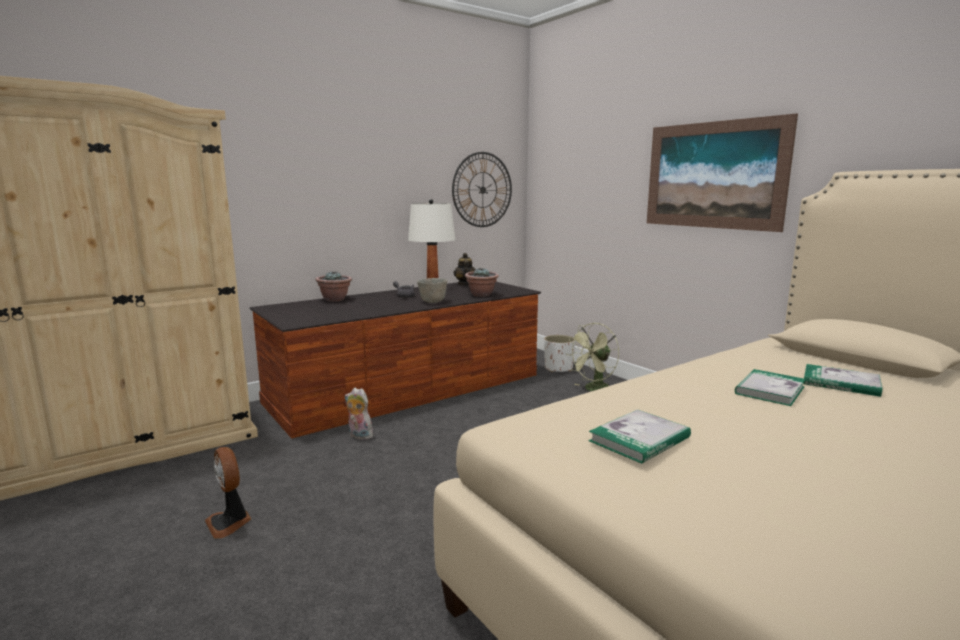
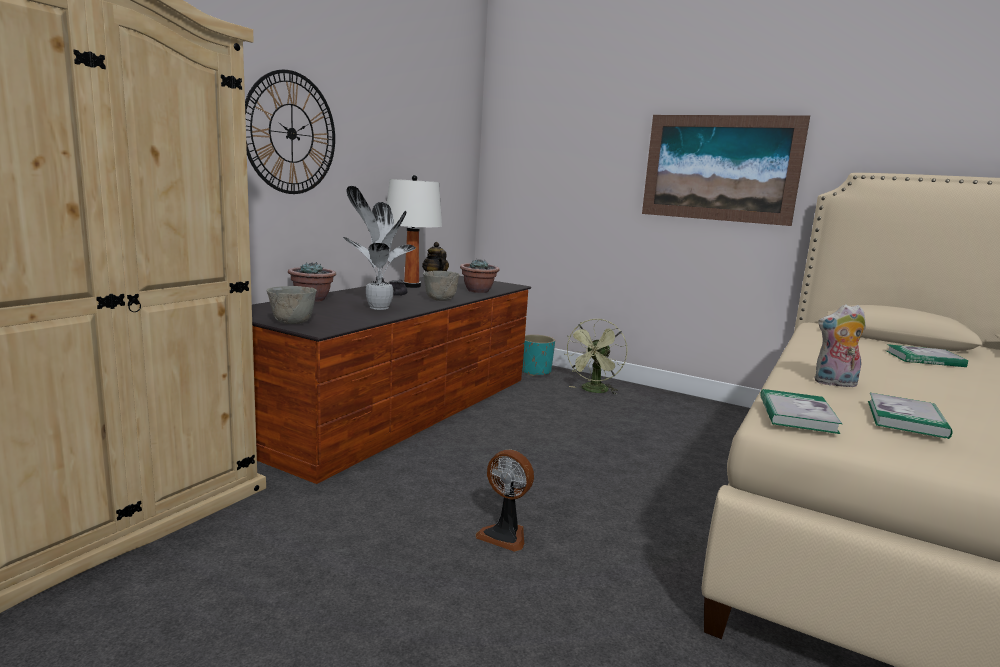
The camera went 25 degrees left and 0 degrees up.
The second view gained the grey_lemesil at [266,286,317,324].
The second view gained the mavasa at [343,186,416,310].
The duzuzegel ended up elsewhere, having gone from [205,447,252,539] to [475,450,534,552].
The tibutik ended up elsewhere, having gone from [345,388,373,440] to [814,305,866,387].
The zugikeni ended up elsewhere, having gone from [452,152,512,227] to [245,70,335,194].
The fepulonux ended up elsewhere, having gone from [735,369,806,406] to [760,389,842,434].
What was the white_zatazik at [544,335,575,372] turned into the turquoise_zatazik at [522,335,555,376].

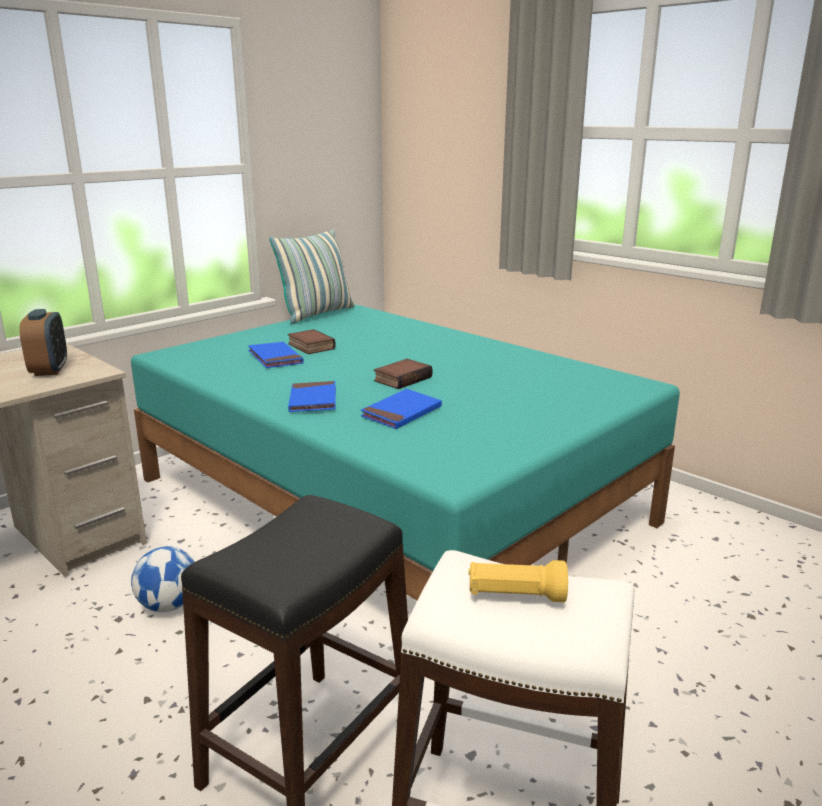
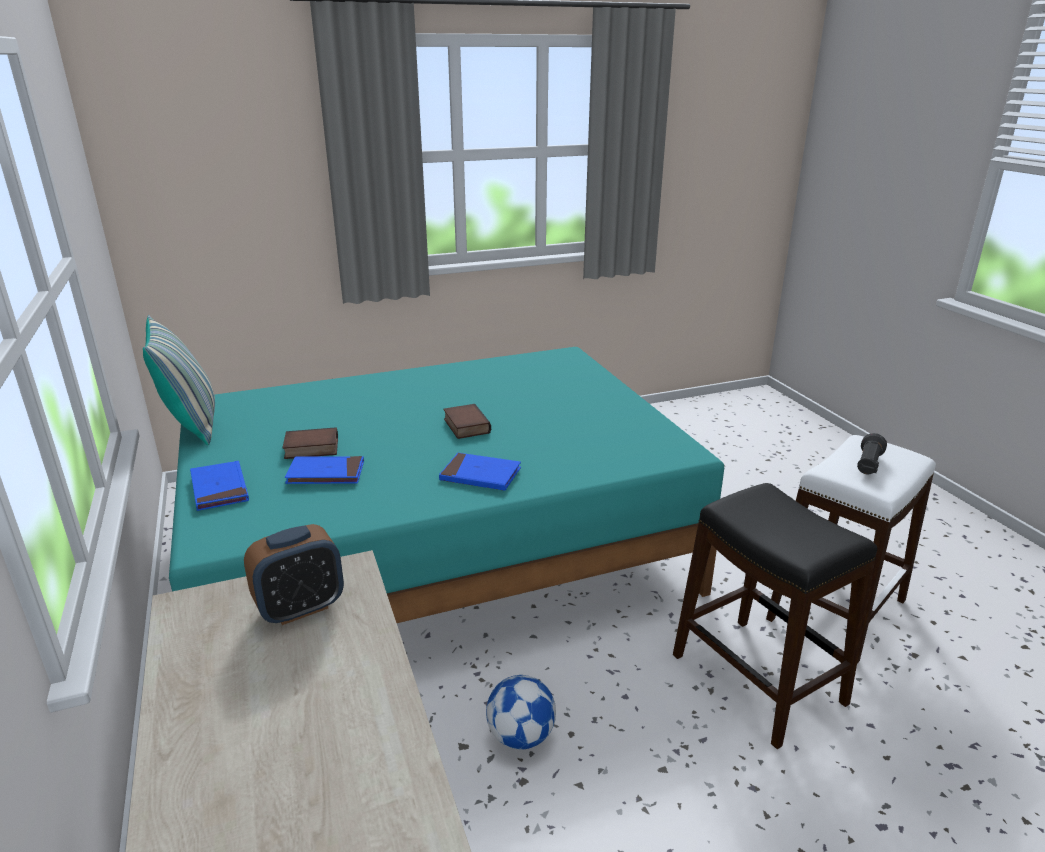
The camera went 65 degrees left and 5 degrees up.
The blue_fepulonux ended up elsewhere, having gone from [361,389,442,429] to [190,461,249,511].
What was the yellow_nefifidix at [468,560,568,602] turned into the black_nefifidix at [857,433,887,474].
The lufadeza at [19,309,67,376] ended up facing another way, 135 degrees clockwise from before.

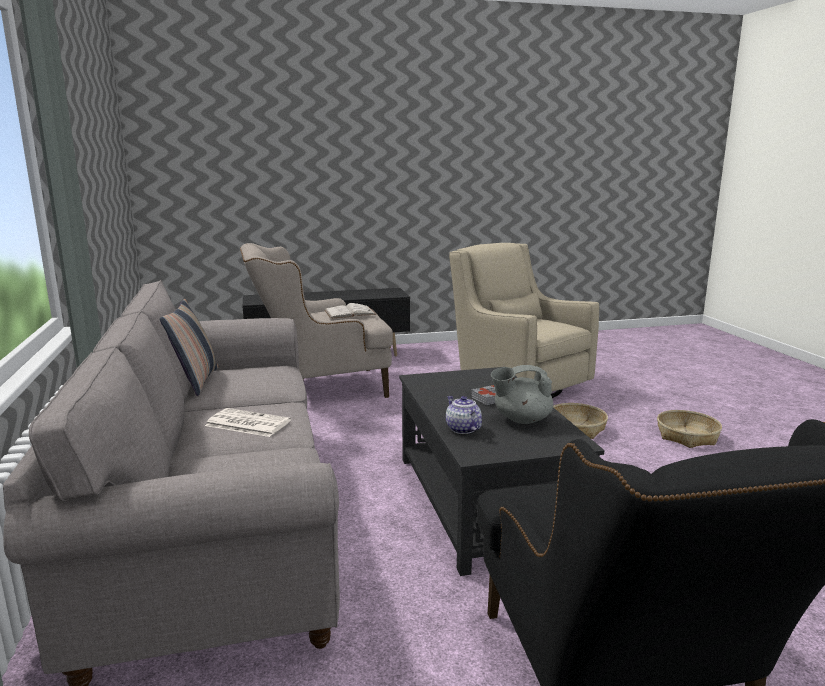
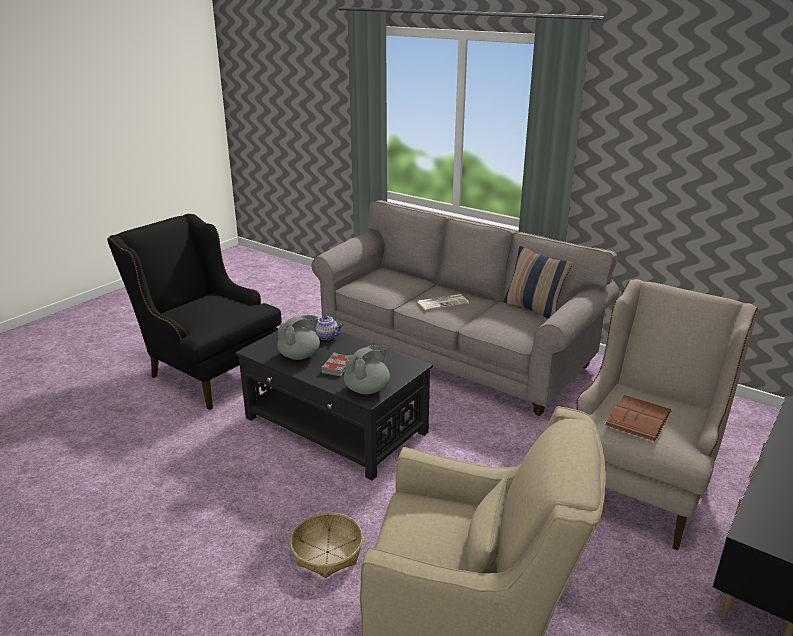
The camera went 140 degrees right and 10 degrees up.
The second view lost the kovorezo at [657,410,722,448].
The second view gained the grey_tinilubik at [344,345,390,394].
What was the white_fepulonux at [325,303,376,319] turned into the brown_fepulonux at [605,395,672,441].

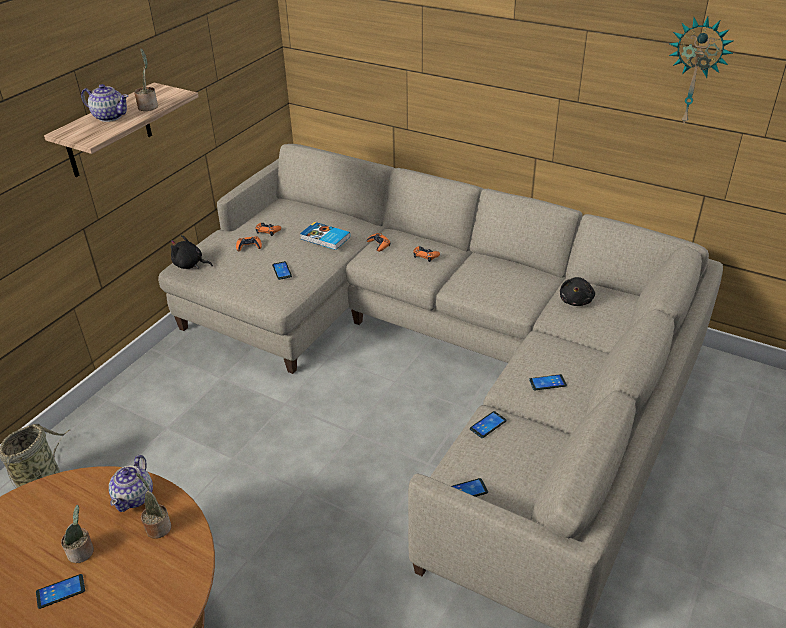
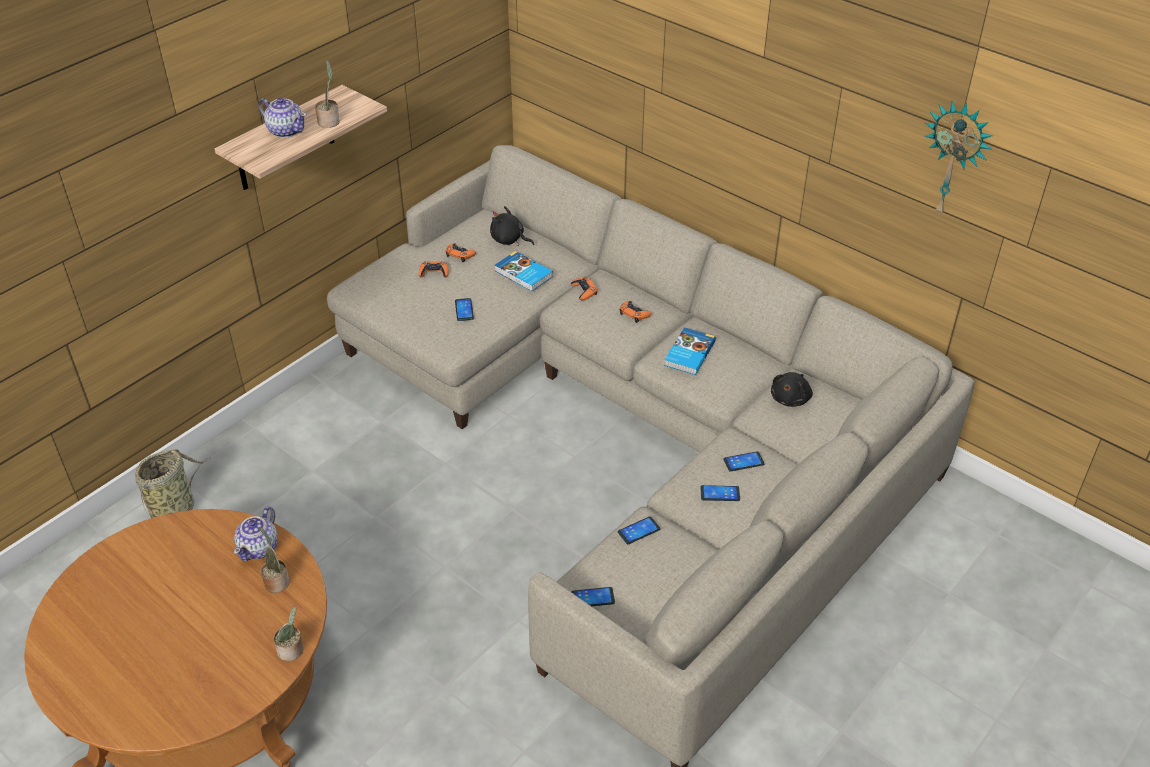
The camera went 10 degrees right and 5 degrees up.
The second view gained the fepulonux at [664,327,716,375].
The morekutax ended up elsewhere, having gone from [36,574,85,609] to [723,451,764,471].
The mavasa ended up elsewhere, having gone from [61,505,94,563] to [273,607,303,661].
The black_tibutik ended up elsewhere, having gone from [171,235,213,269] to [490,206,534,246].

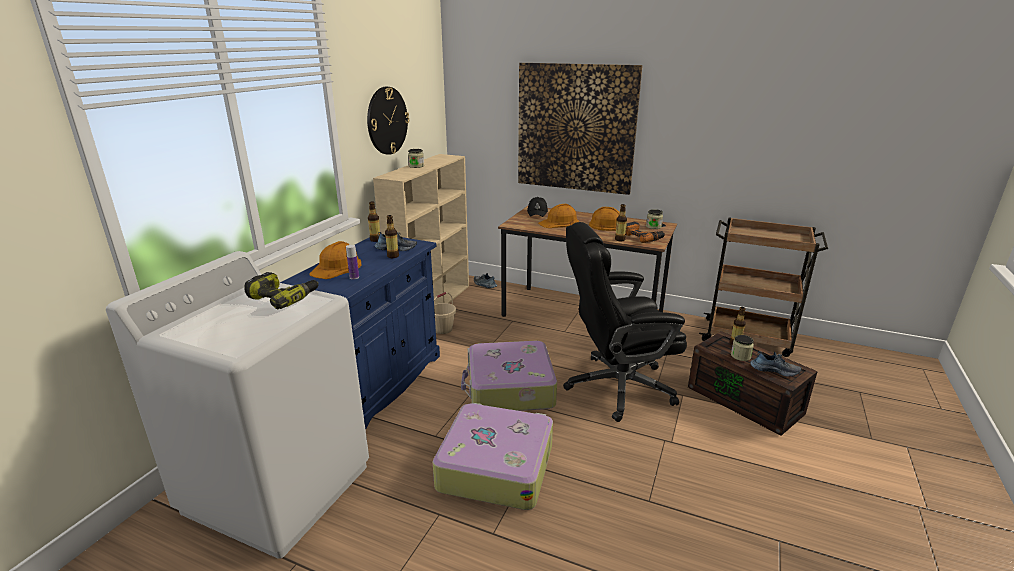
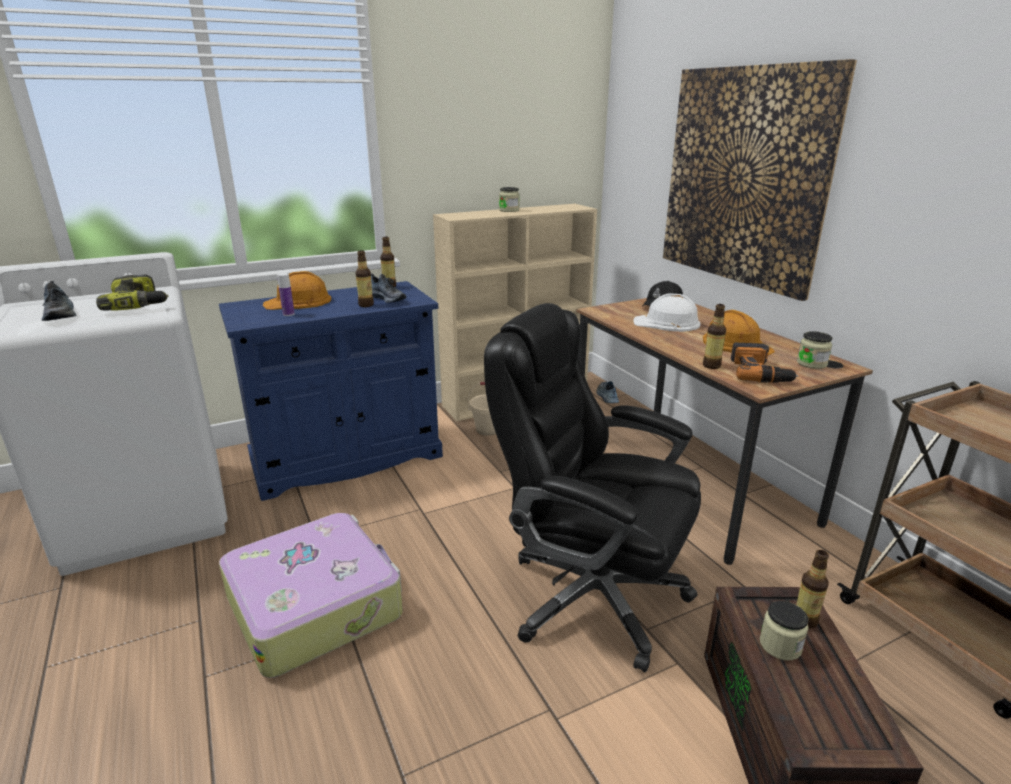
The camera went 40 degrees right and 0 degrees up.
The second view lost the zugikeni at [367,87,409,155].
The second view lost the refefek at [461,341,557,411].
The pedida ended up elsewhere, having gone from [750,351,802,377] to [42,281,77,321].
What was the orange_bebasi at [538,204,579,228] turned into the white_bebasi at [633,293,701,332].

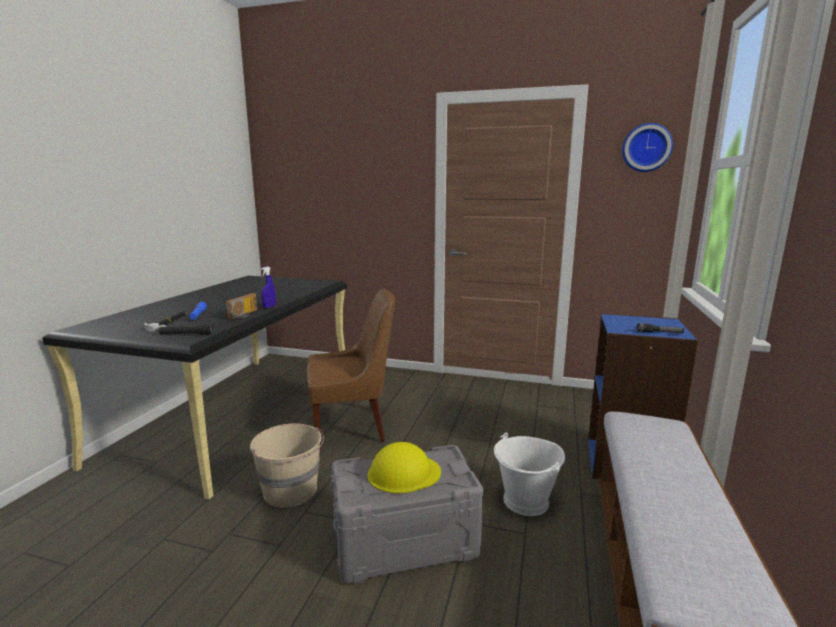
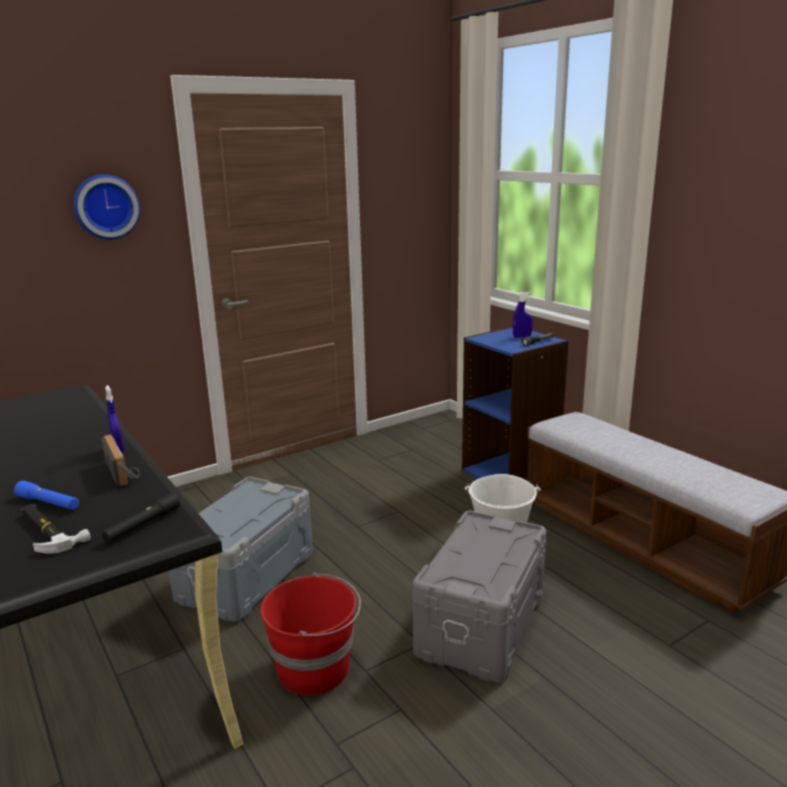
The camera went 50 degrees left and 5 degrees up.
The second view lost the yellow_bebasi at [368,442,441,493].
The second view gained the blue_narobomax at [513,292,533,338].
The zugikeni ended up elsewhere, having gone from [622,123,673,172] to [73,174,140,240].
Where the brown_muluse stood at [307,289,395,450], the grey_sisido came to stand at [169,477,313,622].
What was the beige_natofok at [250,423,324,508] turned into the red_natofok at [260,573,361,696].

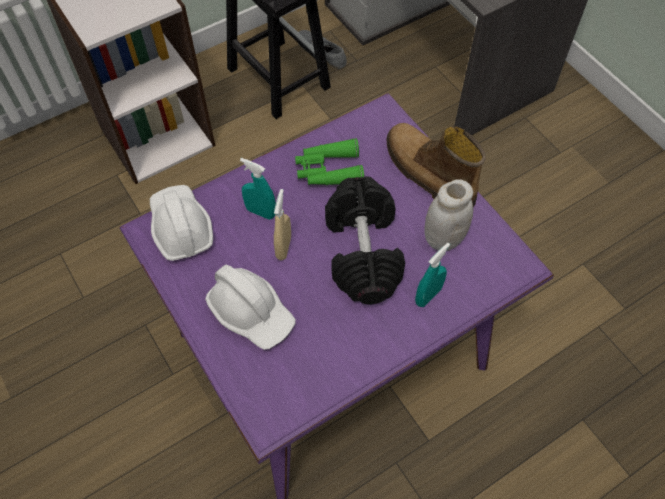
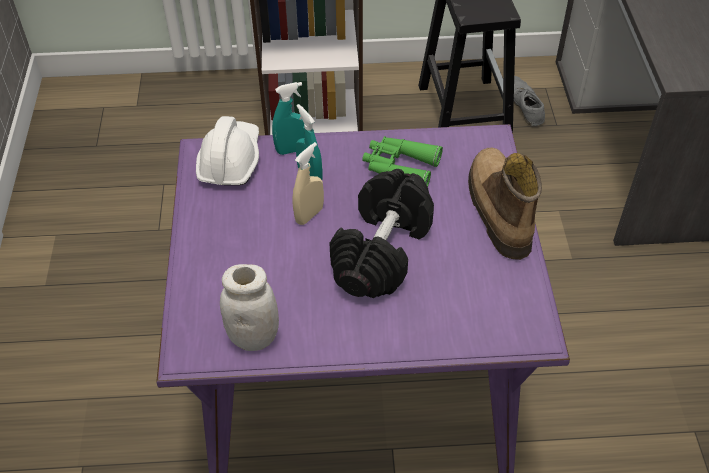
The camera went 30 degrees right and 10 degrees down.
The second view lost the white_bebasi at [205,265,296,350].
The turquoise_narobomax ended up elsewhere, having gone from [415,243,450,307] to [272,82,305,155].
The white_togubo ended up elsewhere, having gone from [424,180,473,251] to [220,264,279,351].

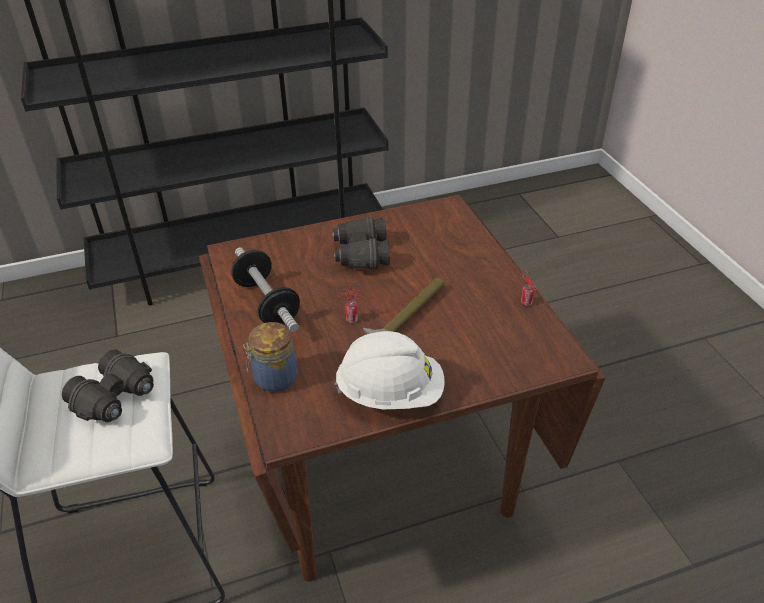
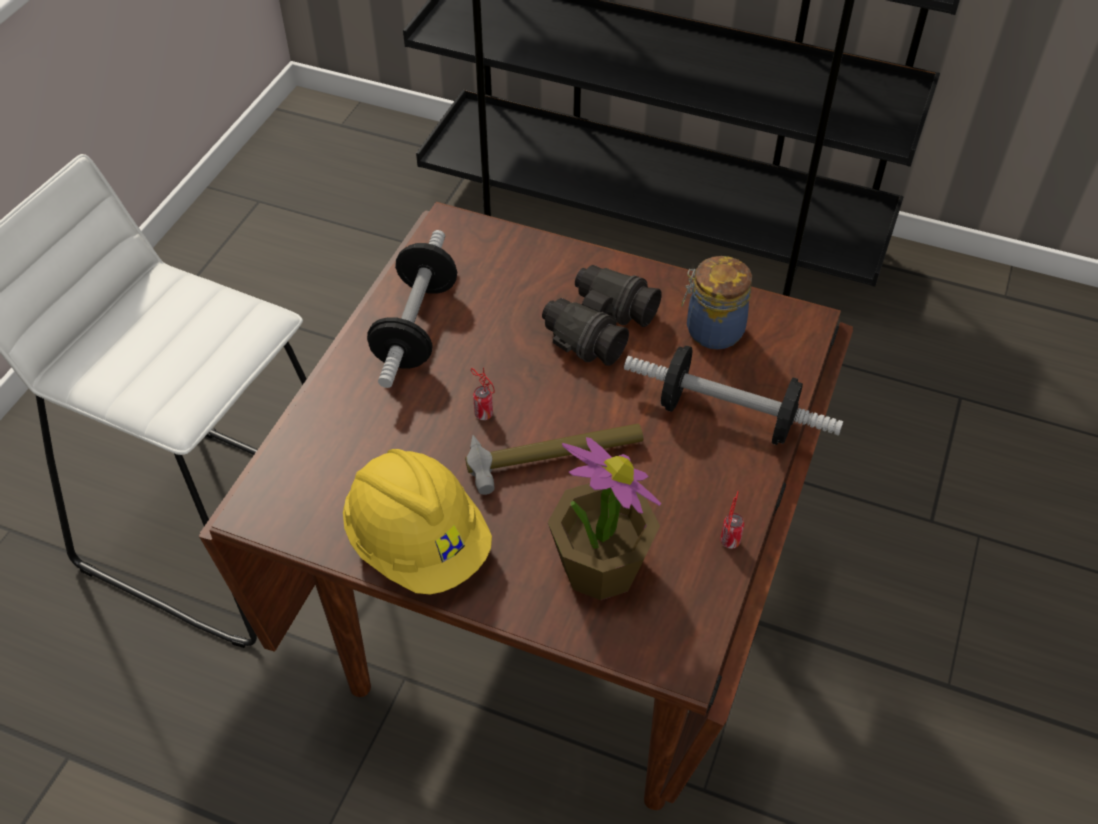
The camera went 40 degrees right and 10 degrees up.
The second view lost the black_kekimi at [62,349,154,422].
The second view gained the mavasa at [548,437,661,600].
The second view gained the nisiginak at [624,346,843,445].
The togubo ended up elsewhere, having gone from [243,322,298,392] to [681,256,752,349].
What was the white_bebasi at [334,331,445,409] turned into the yellow_bebasi at [343,449,492,594].

